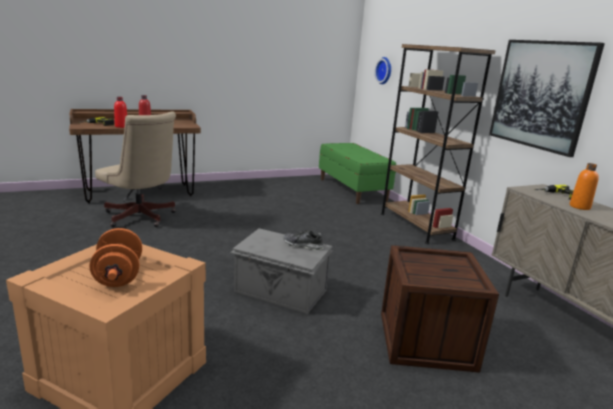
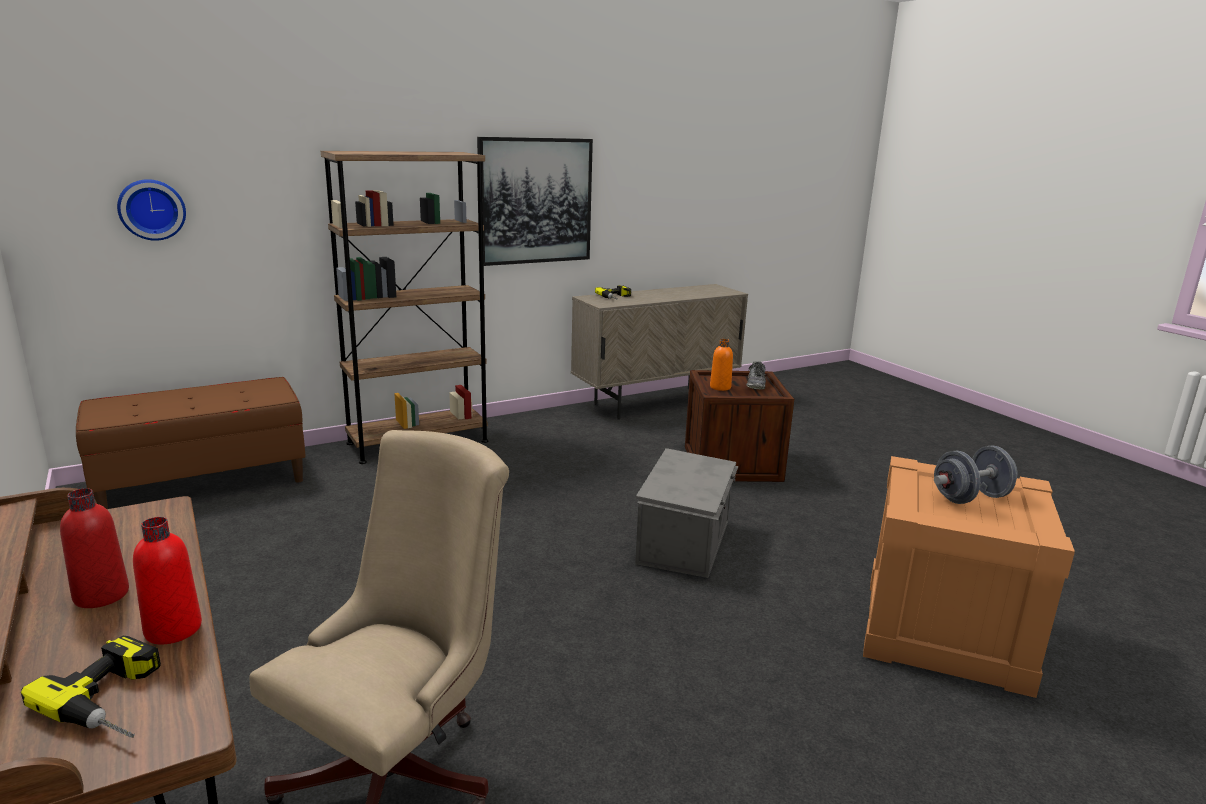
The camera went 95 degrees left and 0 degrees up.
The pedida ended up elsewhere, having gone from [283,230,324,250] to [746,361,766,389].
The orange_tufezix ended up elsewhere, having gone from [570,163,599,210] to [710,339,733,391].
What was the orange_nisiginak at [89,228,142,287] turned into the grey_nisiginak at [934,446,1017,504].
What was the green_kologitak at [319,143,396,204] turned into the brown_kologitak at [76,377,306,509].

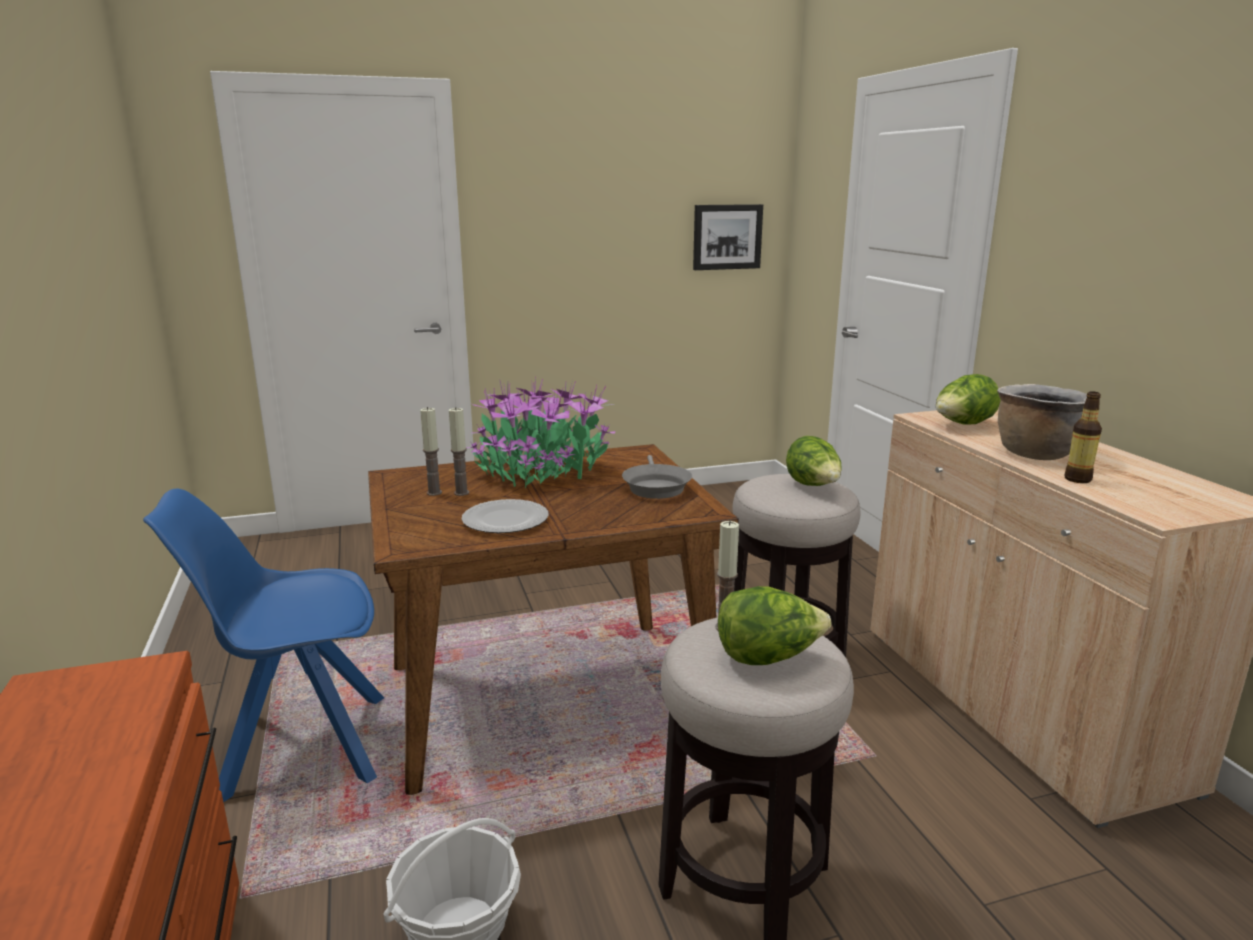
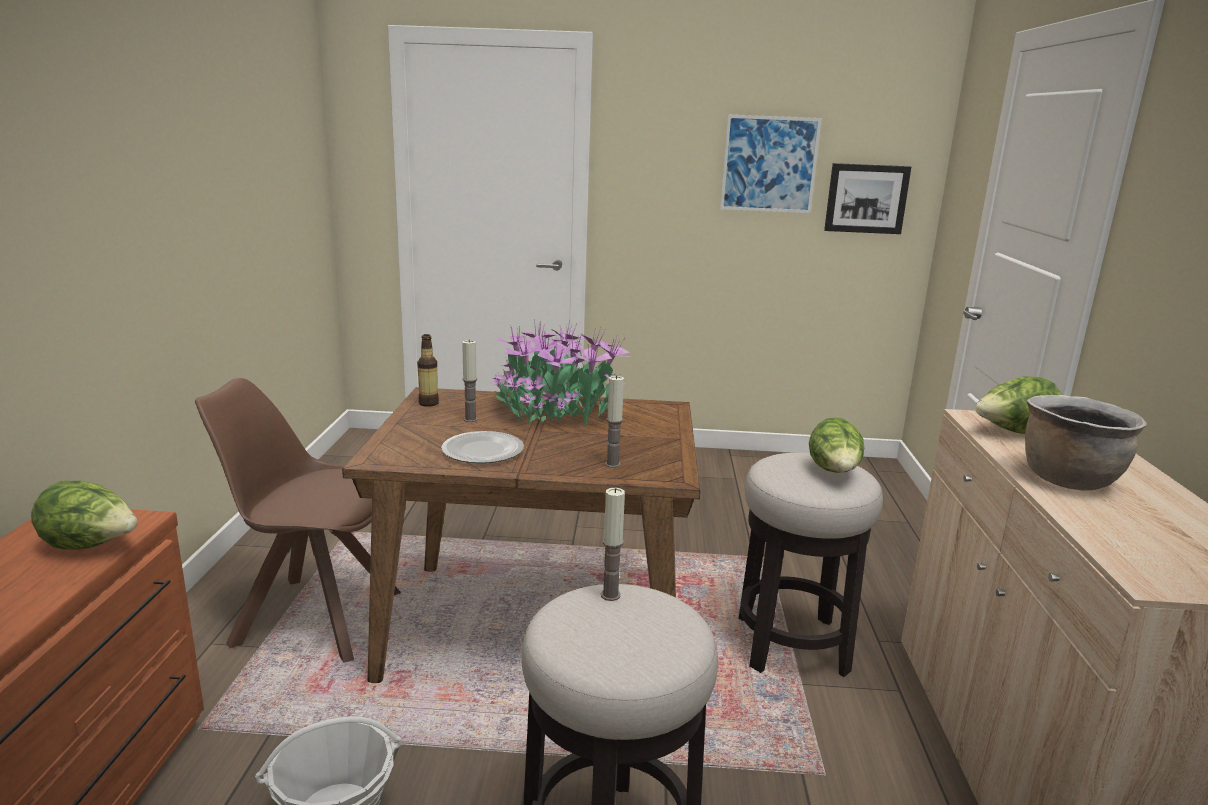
The camera went 20 degrees right and 0 degrees up.
The second view lost the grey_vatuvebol at [622,455,692,499].
The second view gained the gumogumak at [720,115,822,213].
The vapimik ended up elsewhere, having gone from [420,407,442,496] to [605,375,624,468].
The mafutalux ended up elsewhere, having gone from [718,586,831,665] to [31,481,138,550].
The tufezix ended up elsewhere, having gone from [1065,391,1102,483] to [417,334,439,407].
What was the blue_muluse at [143,489,384,802] turned into the brown_muluse at [195,378,401,663].

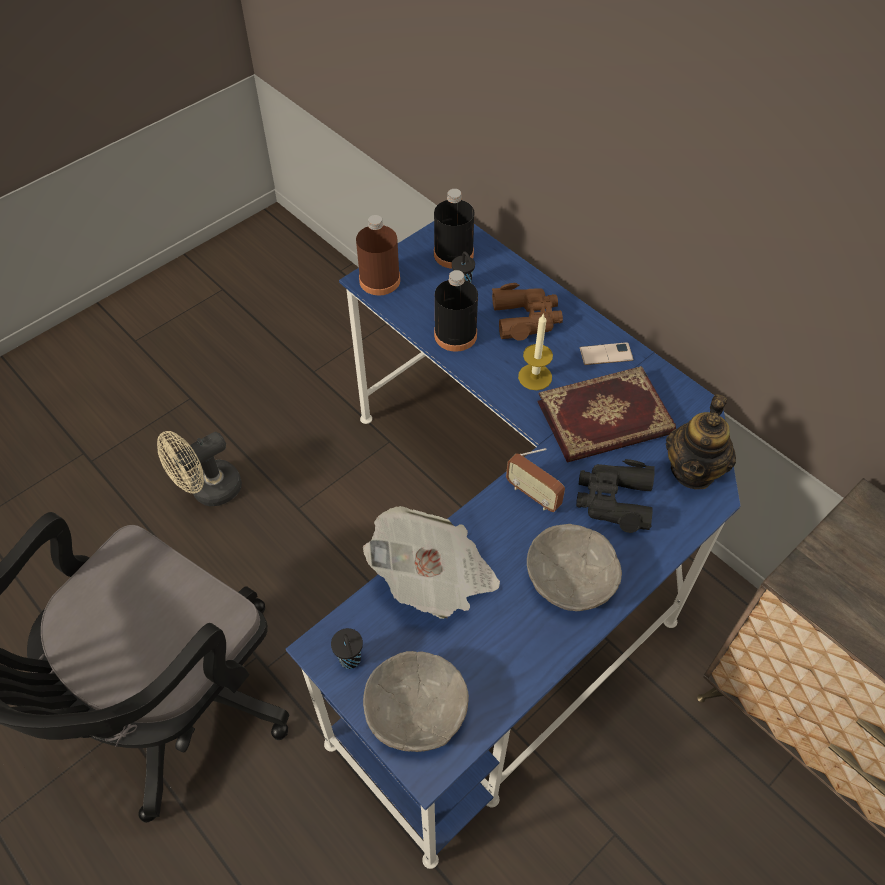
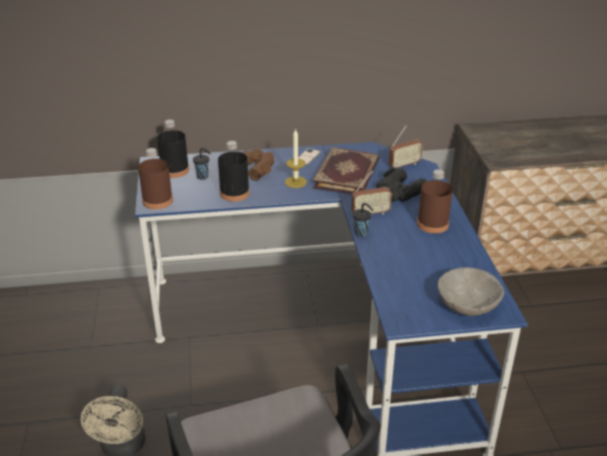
The camera went 55 degrees left and 20 degrees down.
The second view lost the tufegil at [363,506,500,619].
The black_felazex ended up elsewhere, having gone from [331,628,363,669] to [353,203,373,237].
Where the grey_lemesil stood at [527,524,622,611], the brown_tufezix came to stand at [417,169,453,233].
Where the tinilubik stood at [666,394,736,489], the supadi came to stand at [389,126,423,168].

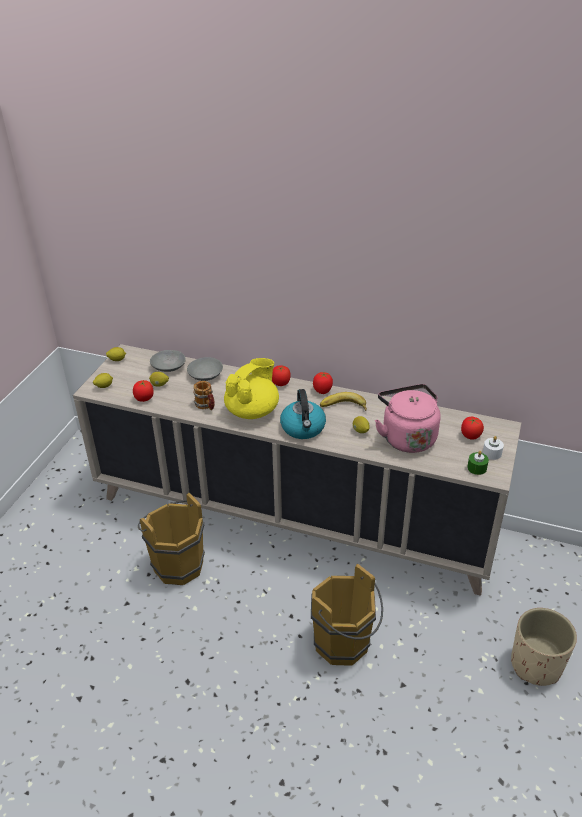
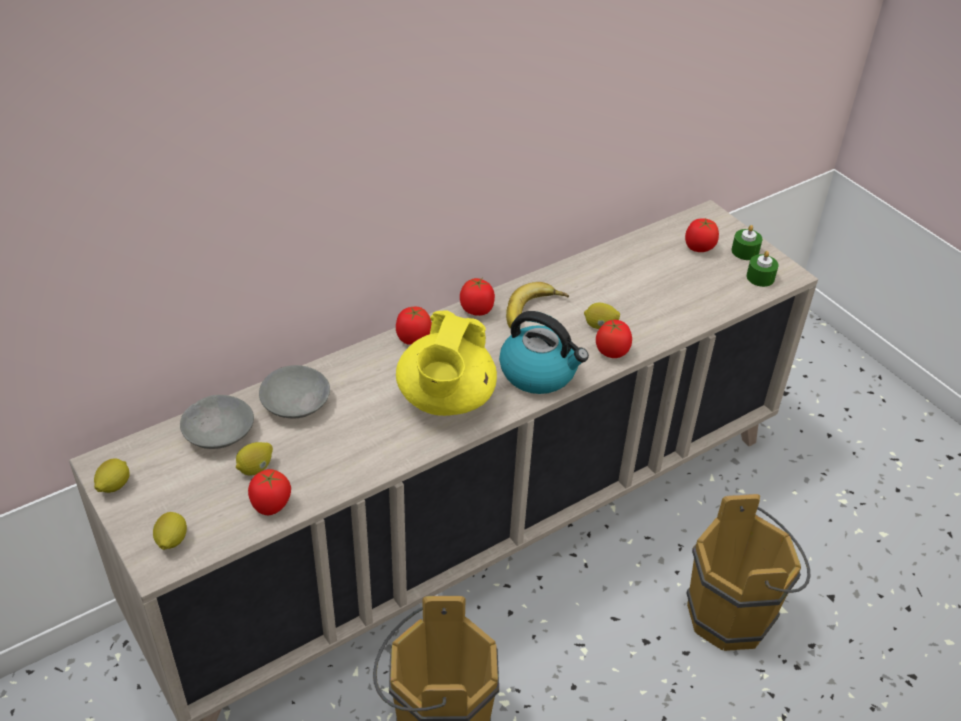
The camera went 55 degrees left and 5 degrees up.
The second view lost the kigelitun at [193,381,215,410].
The second view lost the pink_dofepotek at [375,384,441,453].
The second view lost the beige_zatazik at [511,608,577,686].
The second view gained the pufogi at [596,319,632,358].
What was the white_vapimik at [483,436,504,460] turned into the green_vapimik at [731,225,762,260].
The yellow_tinilubik at [224,358,279,419] ended up facing another way, 150 degrees counterclockwise from before.

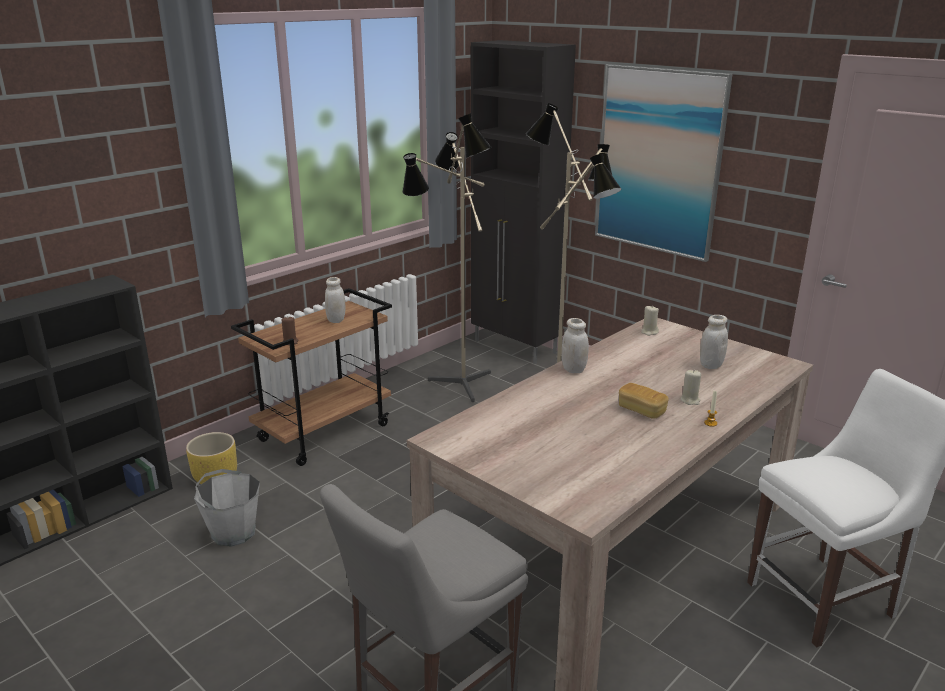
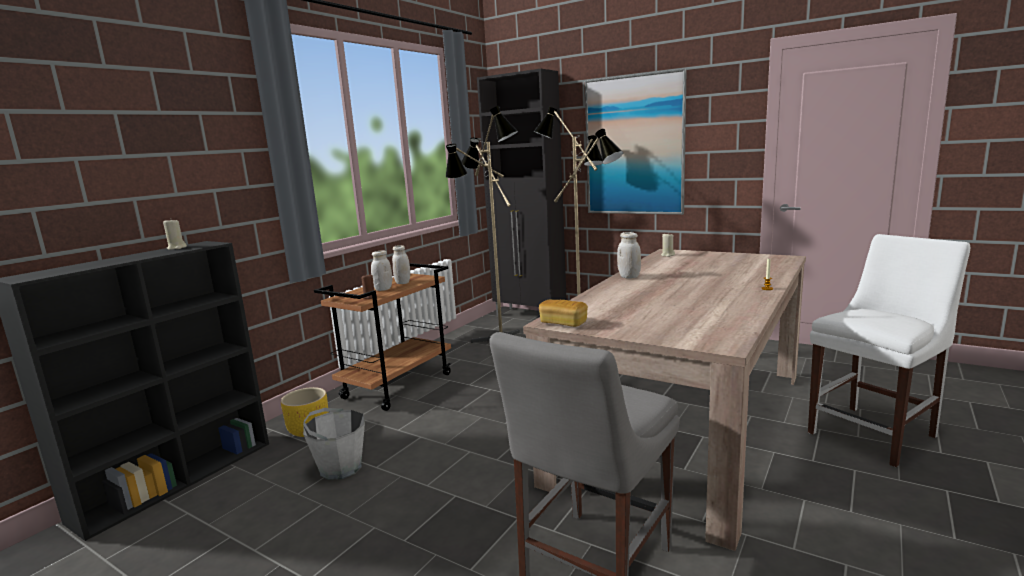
The camera went 10 degrees left and 10 degrees down.
The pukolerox ended up elsewhere, having gone from [619,383,669,419] to [539,299,588,327].
The beige_vapimik ended up elsewhere, having gone from [680,370,701,405] to [163,218,187,250].
The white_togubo ended up elsewhere, having gone from [700,315,728,369] to [371,250,392,291].

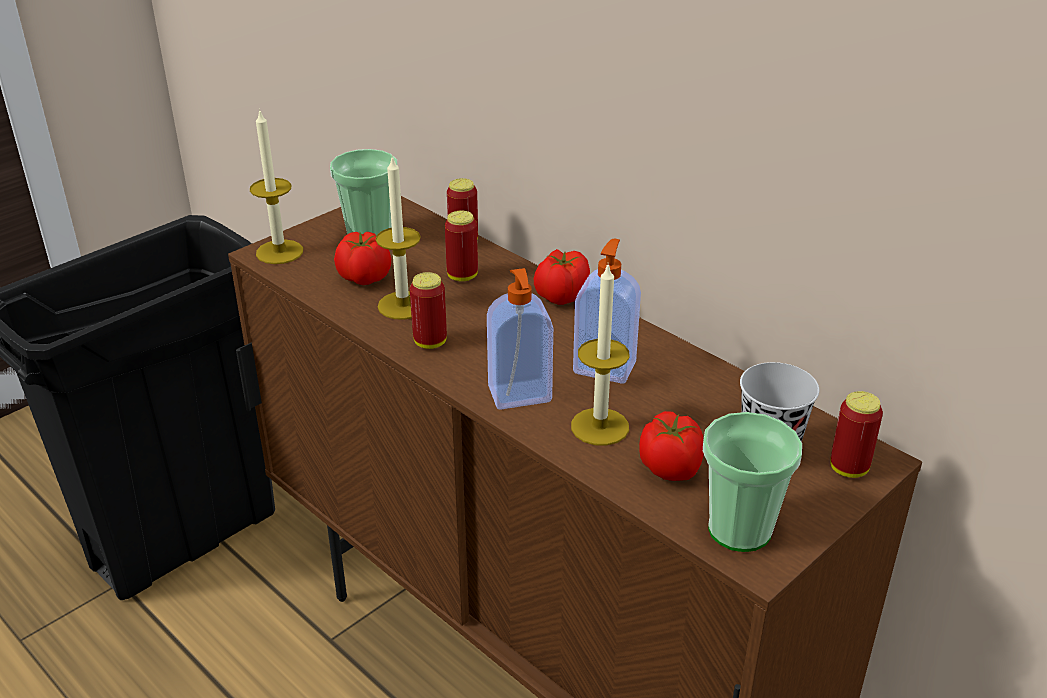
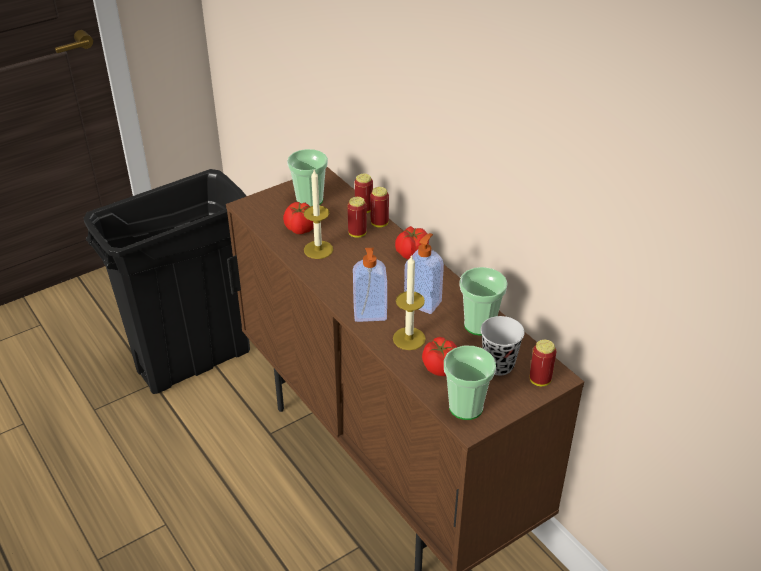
The camera went 10 degrees right and 5 degrees up.
The second view lost the vapimik at [250,108,303,264].
The second view gained the felazex at [459,267,508,336].
The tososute ended up elsewhere, having gone from [410,272,447,349] to [370,187,389,228].

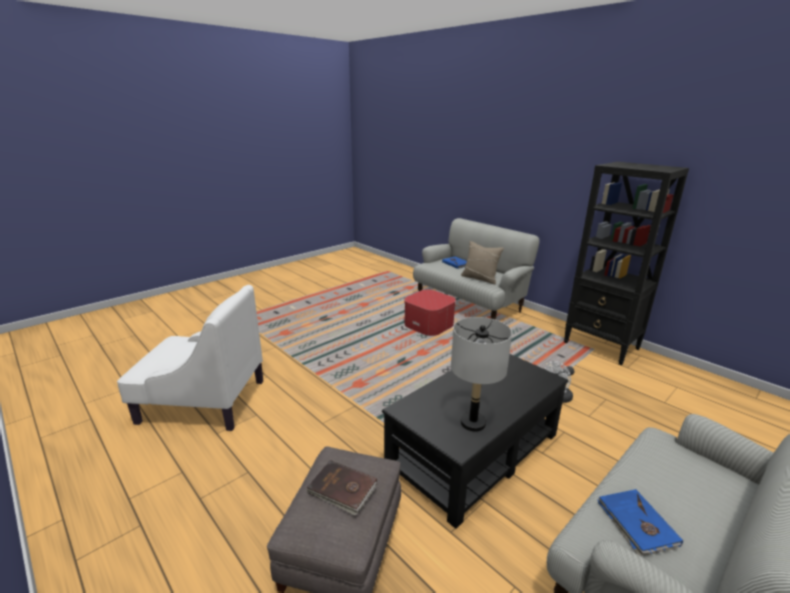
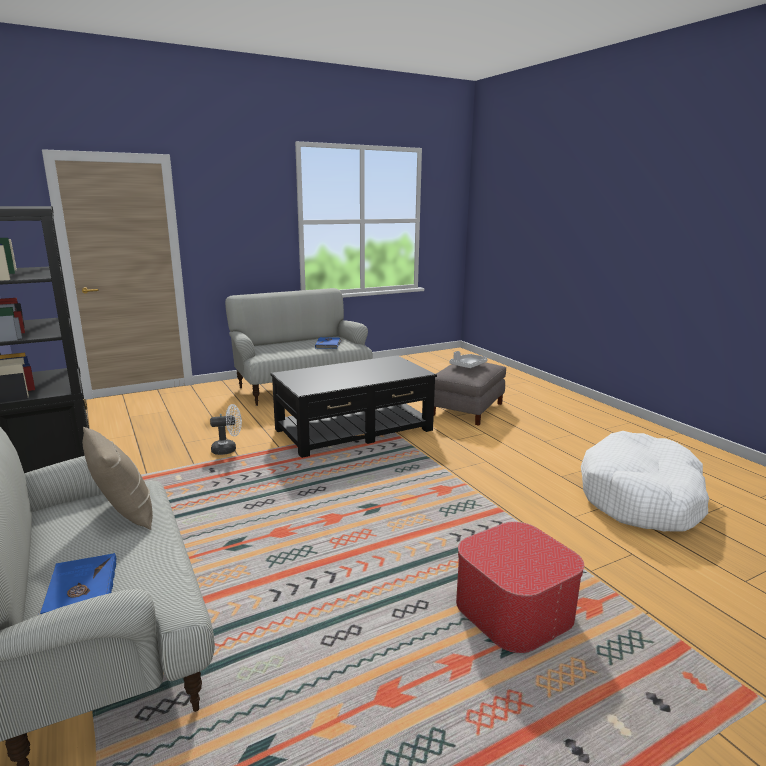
The camera went 165 degrees left and 5 degrees down.
The second view lost the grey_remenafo at [451,317,512,432].
The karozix ended up elsewhere, having gone from [404,290,456,336] to [456,522,584,653].
Where the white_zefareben stood at [117,285,263,431], the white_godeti came to stand at [581,431,709,531].
Where the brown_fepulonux stood at [306,460,377,516], the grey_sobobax came to stand at [450,351,488,368].

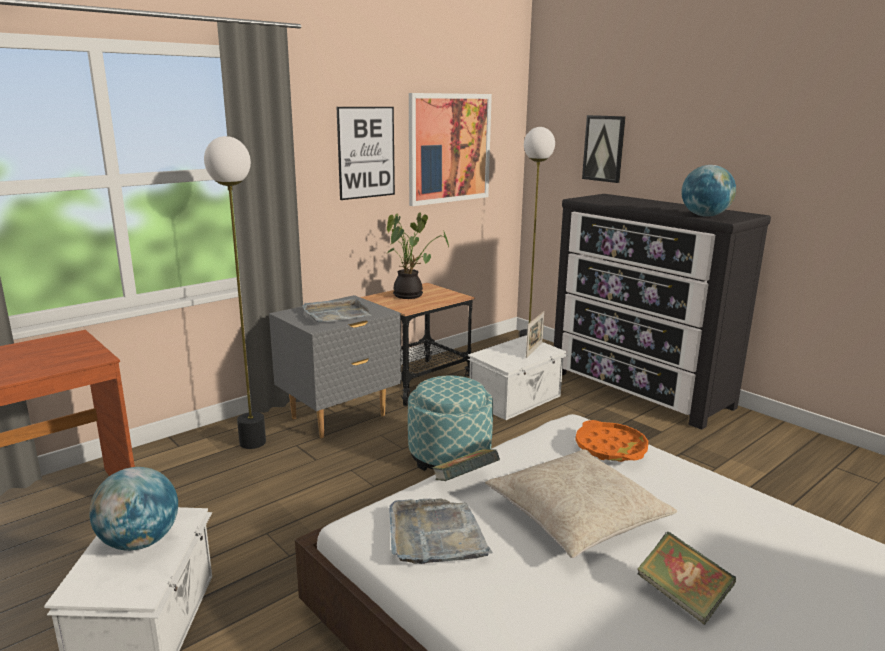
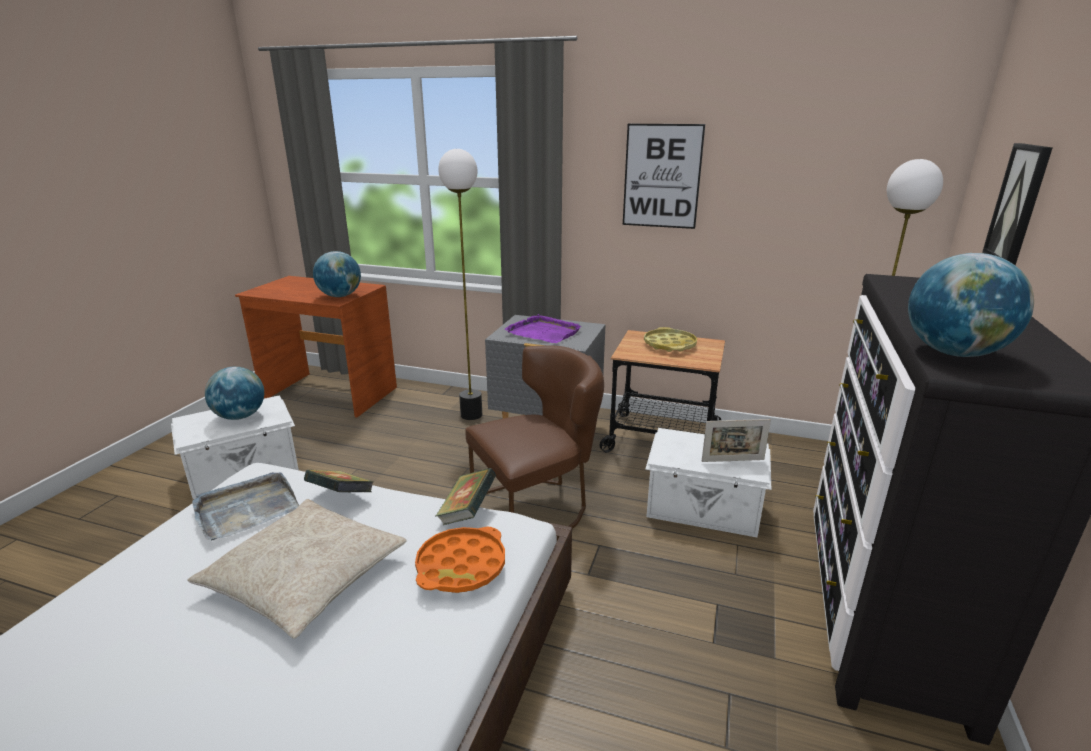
The camera went 60 degrees right and 5 degrees up.
The second view lost the gumogumak at [409,93,492,206].
The second view gained the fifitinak at [313,251,361,297].
The fepulonux ended up elsewhere, having gone from [637,532,736,625] to [436,468,496,525].
Where the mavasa stood at [387,213,449,299], the yellow_sobobax came to stand at [644,327,697,352].
Where the karozix stood at [408,376,493,471], the brown_muluse came to stand at [465,345,604,529].
What was the grey_sobobax at [302,298,372,322] turned into the purple_sobobax at [505,314,582,343].

